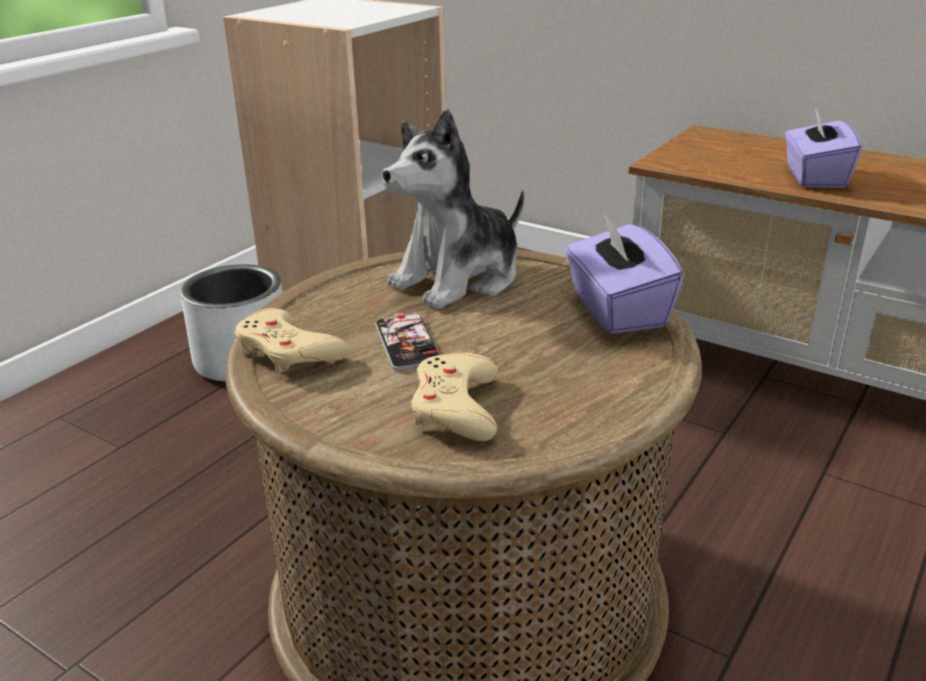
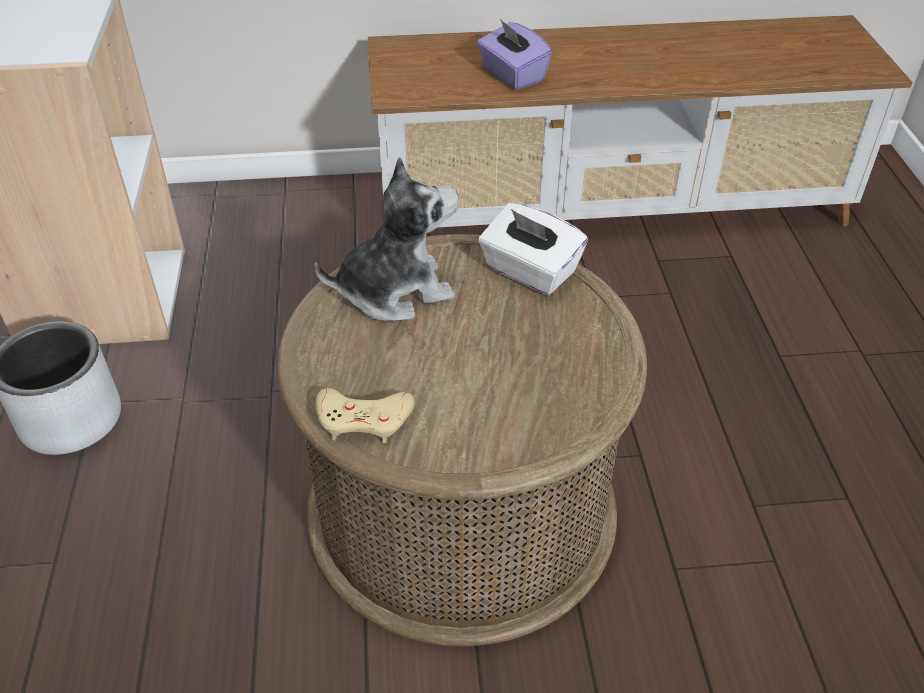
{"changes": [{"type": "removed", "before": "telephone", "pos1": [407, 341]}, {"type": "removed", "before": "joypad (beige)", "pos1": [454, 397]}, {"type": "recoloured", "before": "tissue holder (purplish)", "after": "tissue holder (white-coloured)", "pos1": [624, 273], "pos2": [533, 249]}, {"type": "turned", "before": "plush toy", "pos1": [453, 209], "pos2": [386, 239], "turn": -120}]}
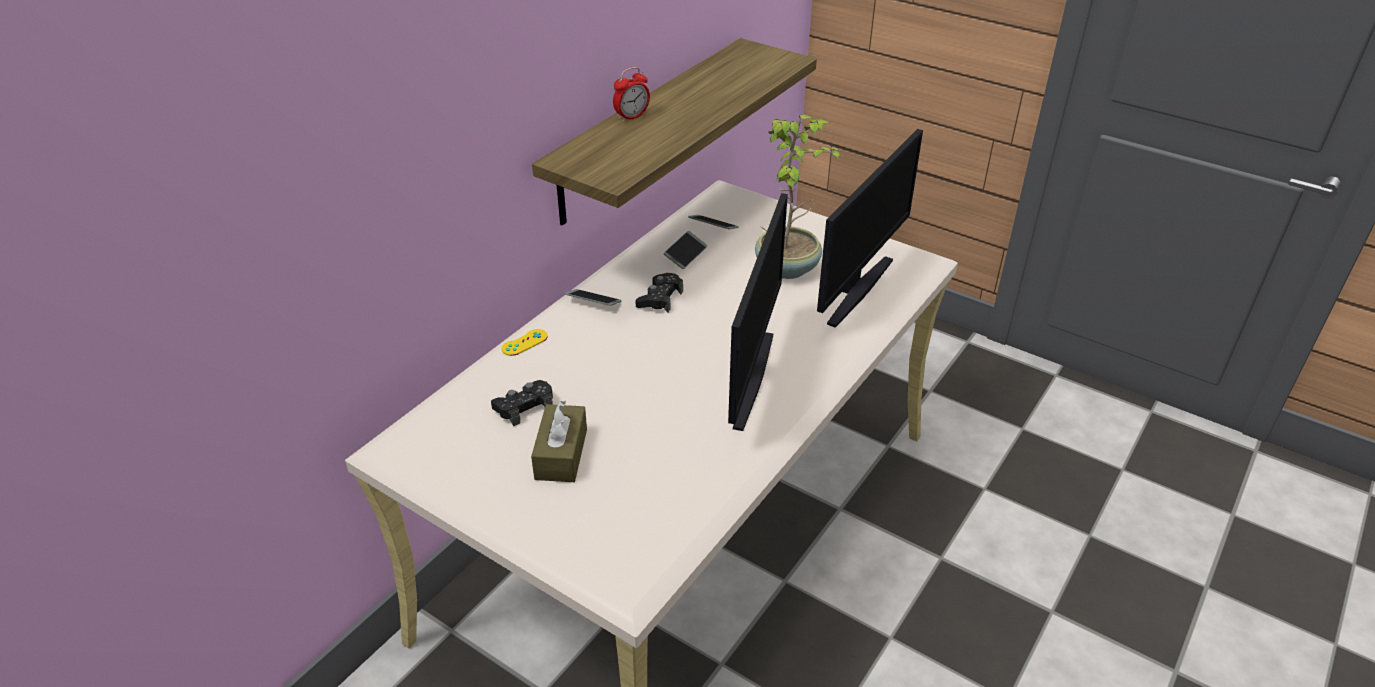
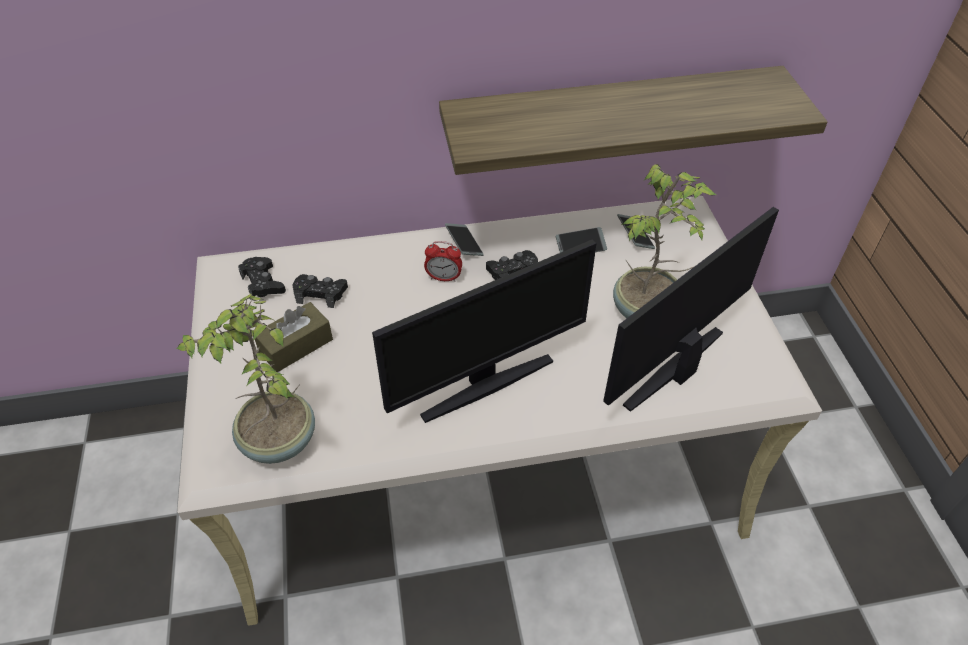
{"changes": [{"type": "removed", "before": "joypad (yellow-coloured)", "pos1": [525, 342]}, {"type": "added", "after": "plant in a pot", "pos2": [245, 379]}, {"type": "added", "after": "joypad (blackish)", "pos2": [262, 277]}, {"type": "moved", "before": "table clock", "pos1": [631, 94], "pos2": [443, 261]}, {"type": "turned", "before": "monitor", "pos1": [870, 228], "pos2": [691, 309], "turn": 150}]}
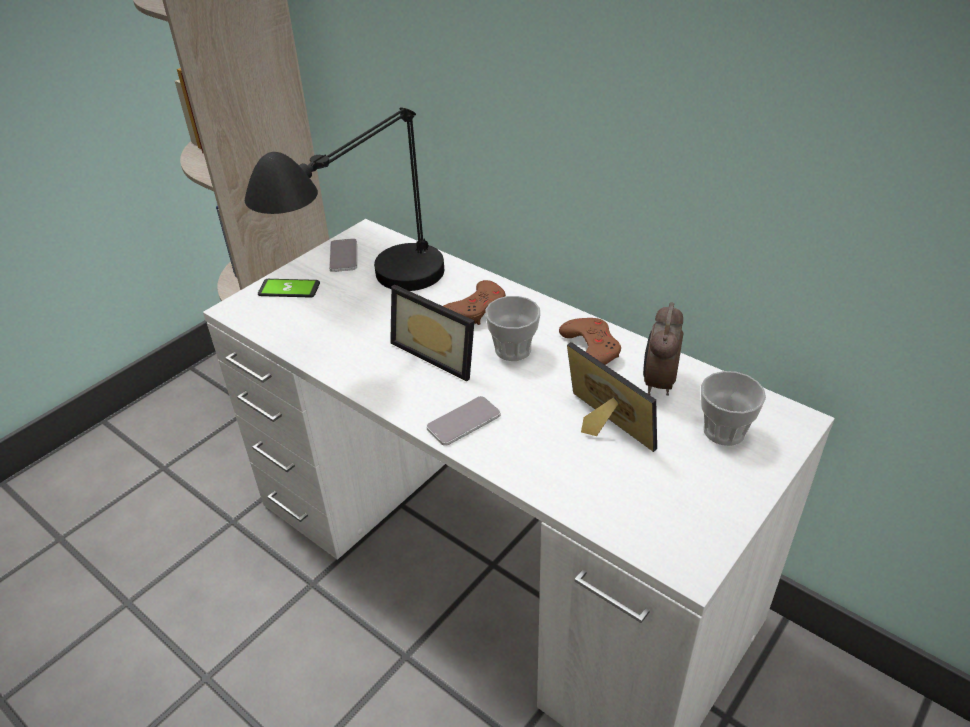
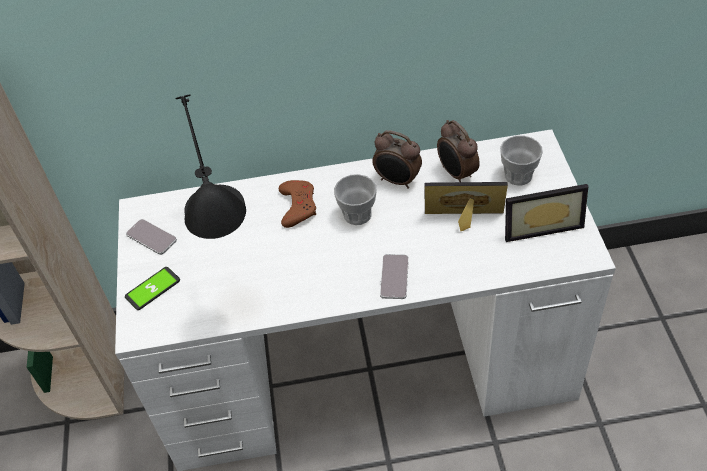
{"changes": [{"type": "moved", "before": "standing frame", "pos1": [432, 333], "pos2": [546, 213]}, {"type": "replaced", "before": "joypad (brownish)", "after": "table clock", "pos1": [590, 341], "pos2": [397, 159]}]}
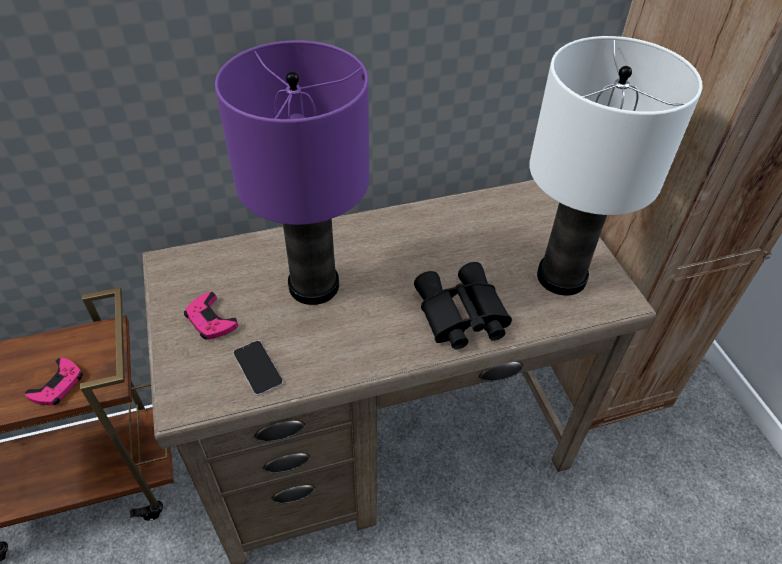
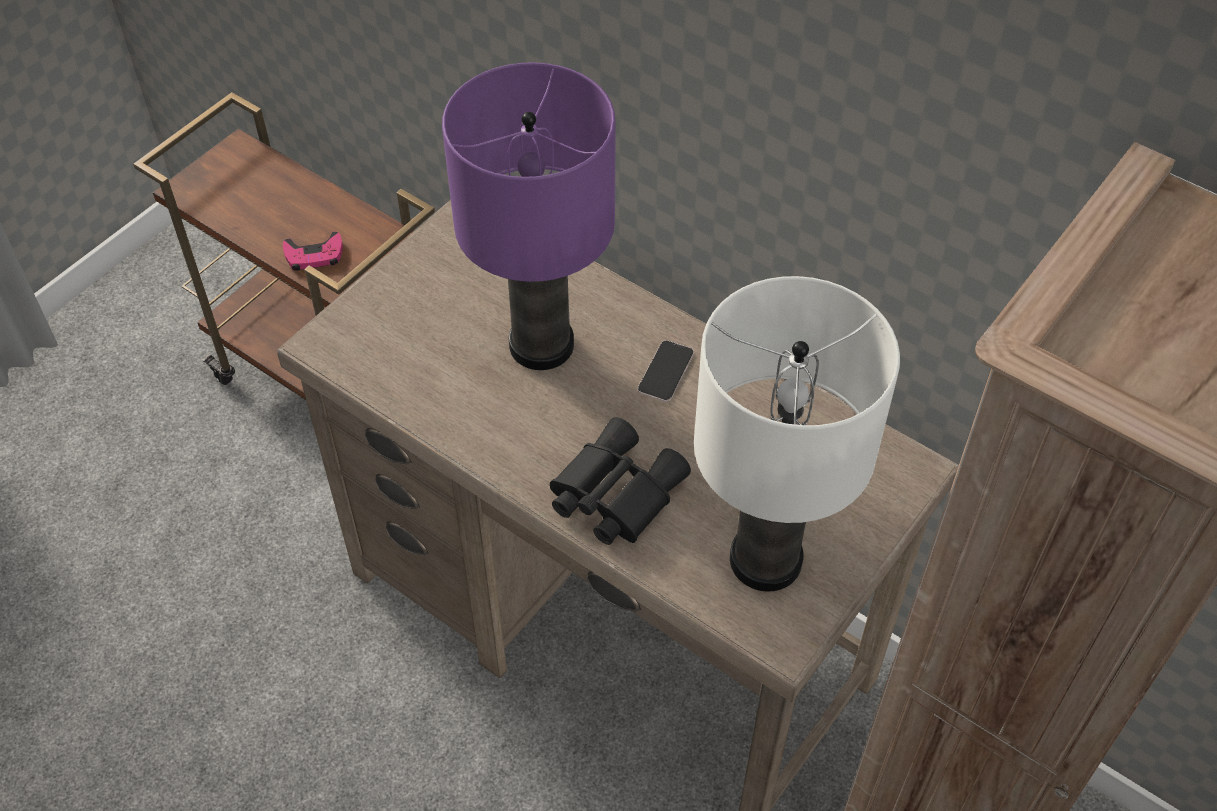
{"changes": [{"type": "removed", "before": "joypad (pink)", "pos1": [211, 316]}, {"type": "moved", "before": "telephone", "pos1": [258, 368], "pos2": [666, 371]}]}
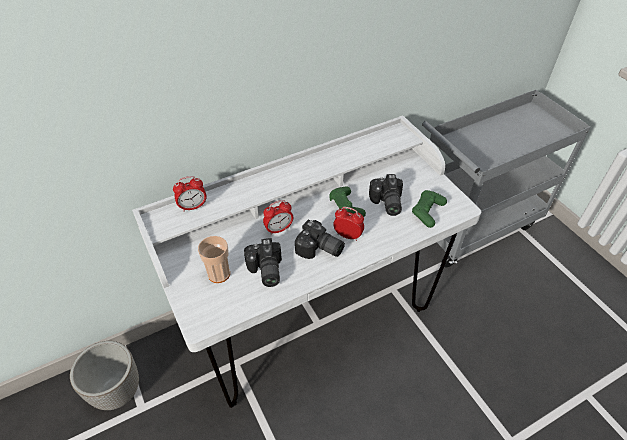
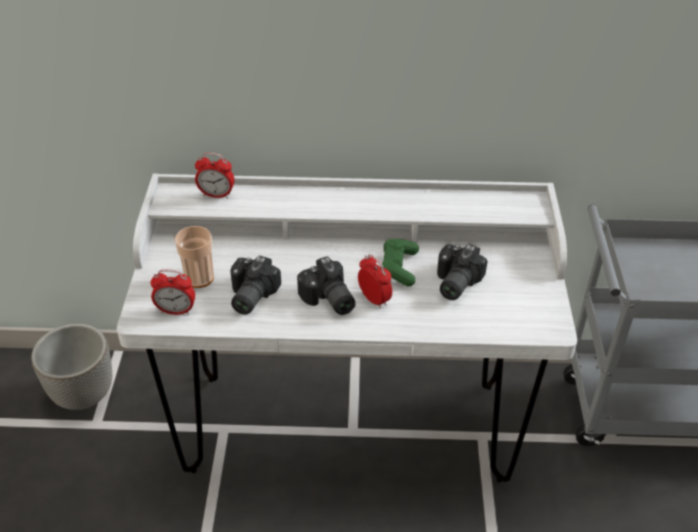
{"changes": [{"type": "removed", "before": "joypad (green)", "pos1": [429, 209]}, {"type": "moved", "before": "table clock", "pos1": [278, 217], "pos2": [172, 292]}]}
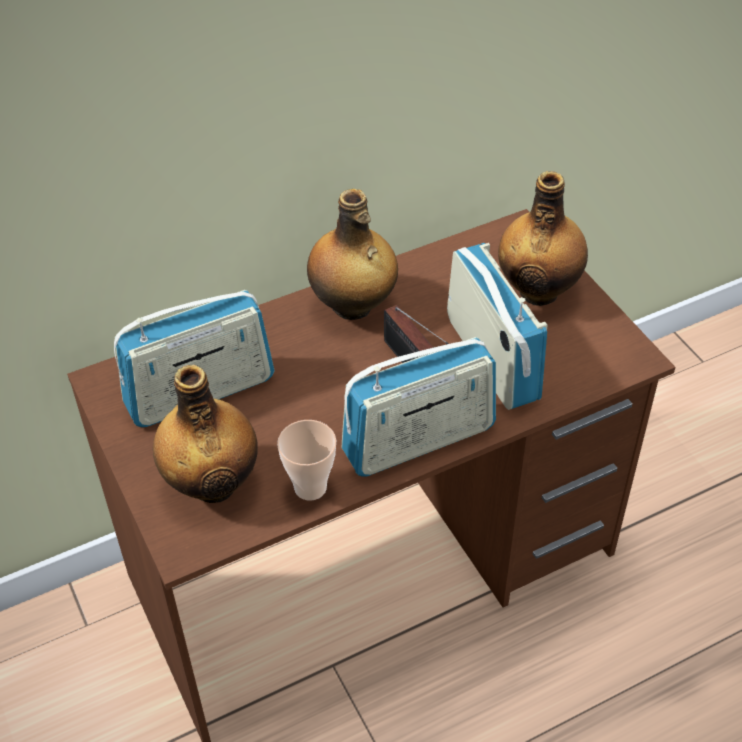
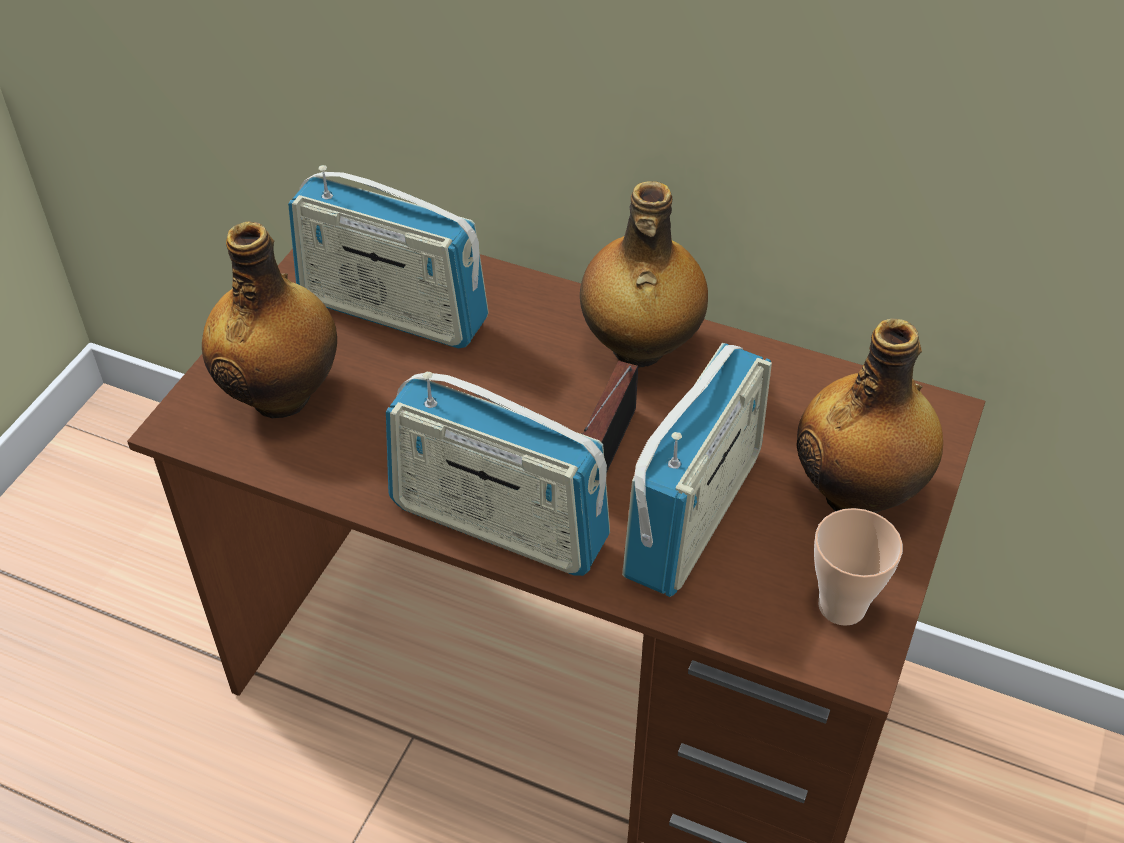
{"changes": [{"type": "moved", "before": "small cup", "pos1": [306, 460], "pos2": [858, 567]}]}
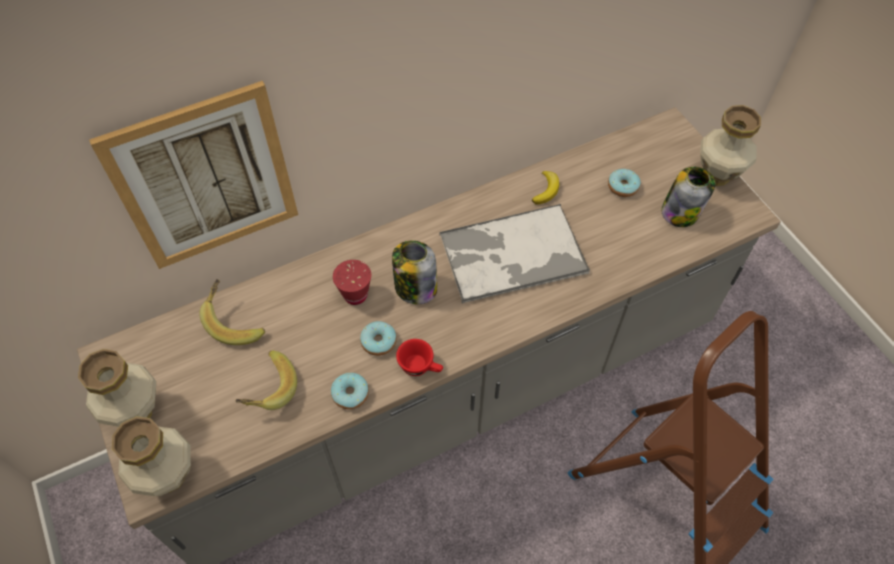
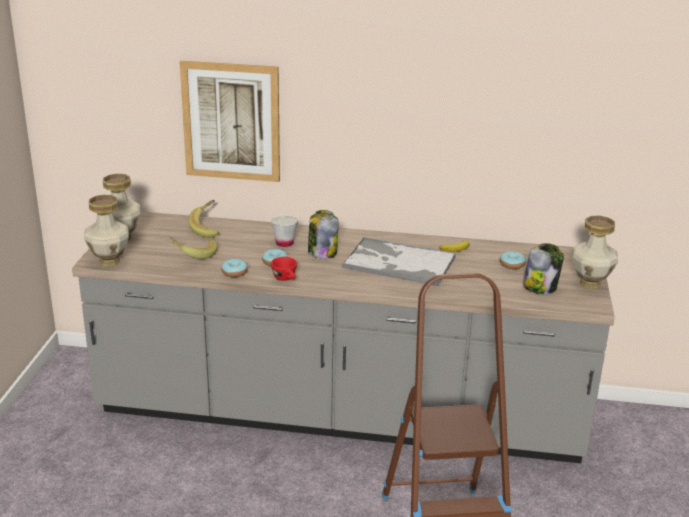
{"changes": [{"type": "recoloured", "before": "small cup (reddish)", "after": "small cup (white-coloured)", "pos1": [352, 282], "pos2": [284, 231]}]}
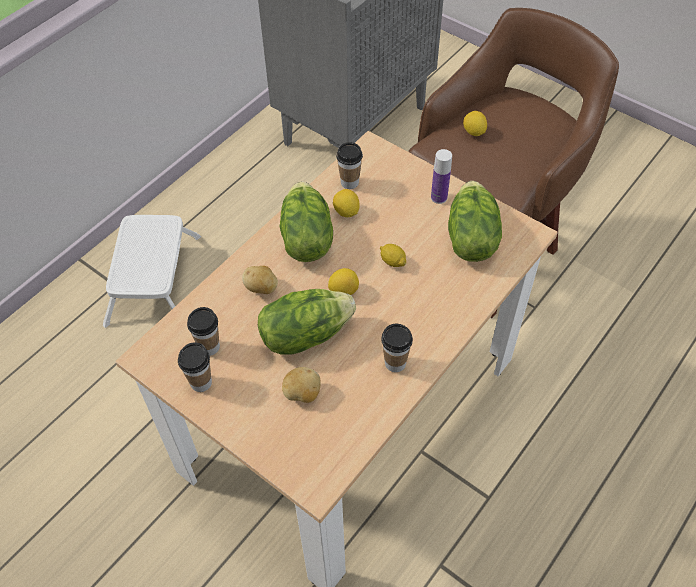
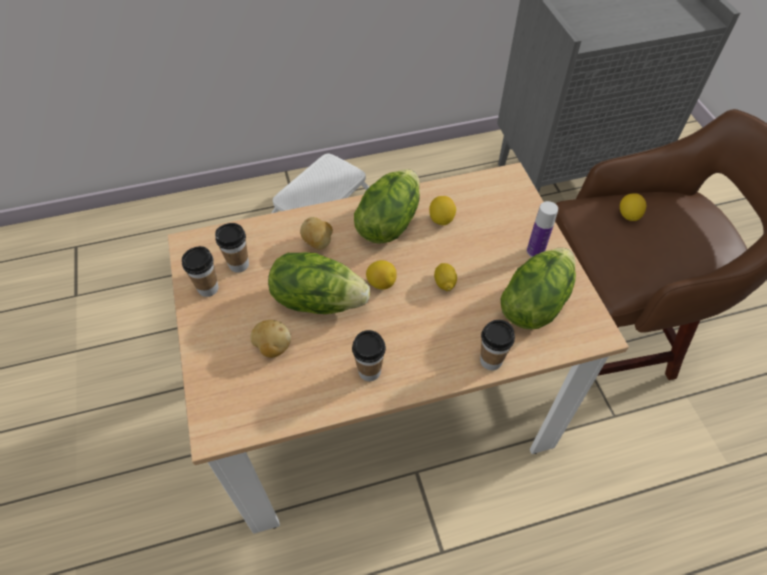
{"changes": [{"type": "moved", "before": "small cup", "pos1": [349, 165], "pos2": [497, 345]}]}
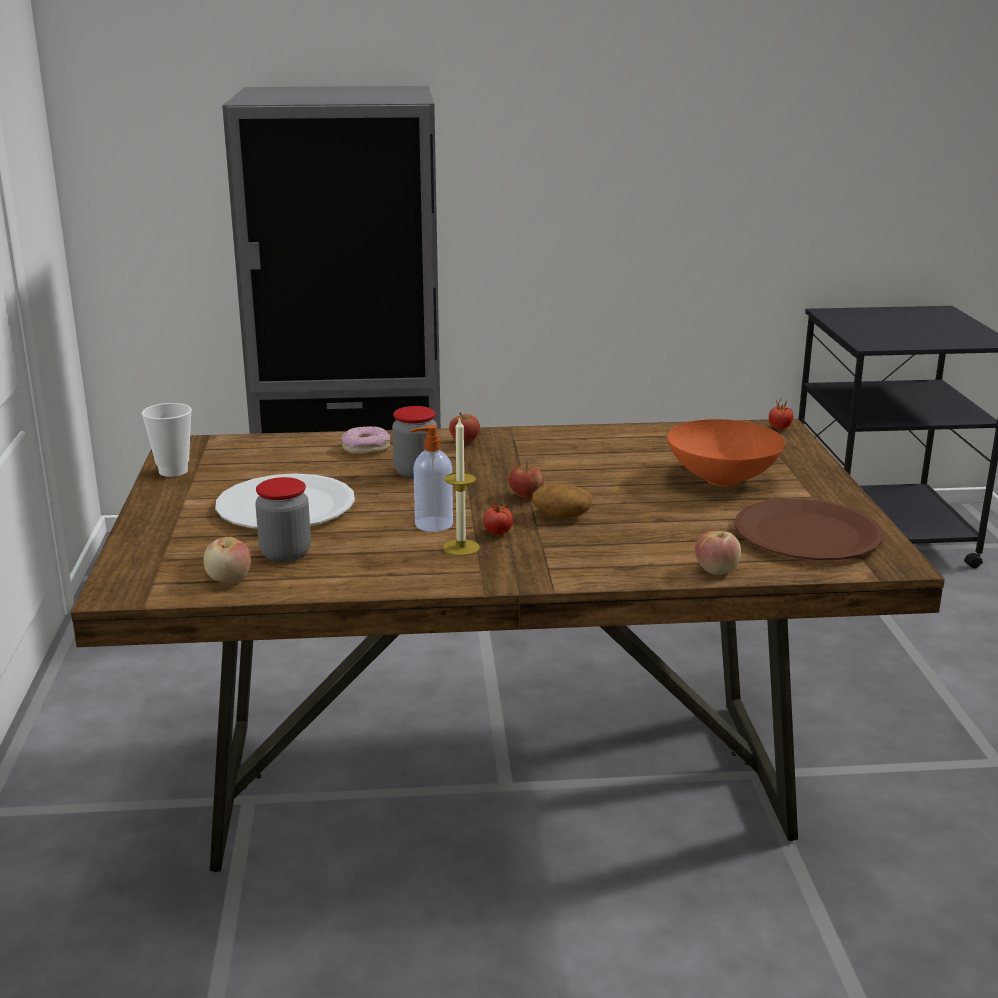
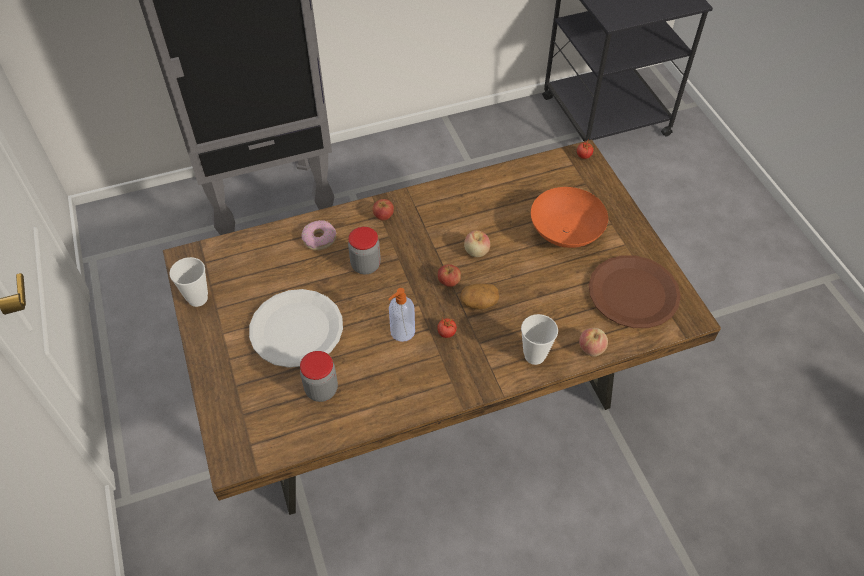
{"changes": [{"type": "removed", "before": "candle", "pos1": [461, 486]}, {"type": "added", "after": "small cup", "pos2": [539, 339]}, {"type": "moved", "before": "whole apple", "pos1": [227, 560], "pos2": [477, 243]}]}
